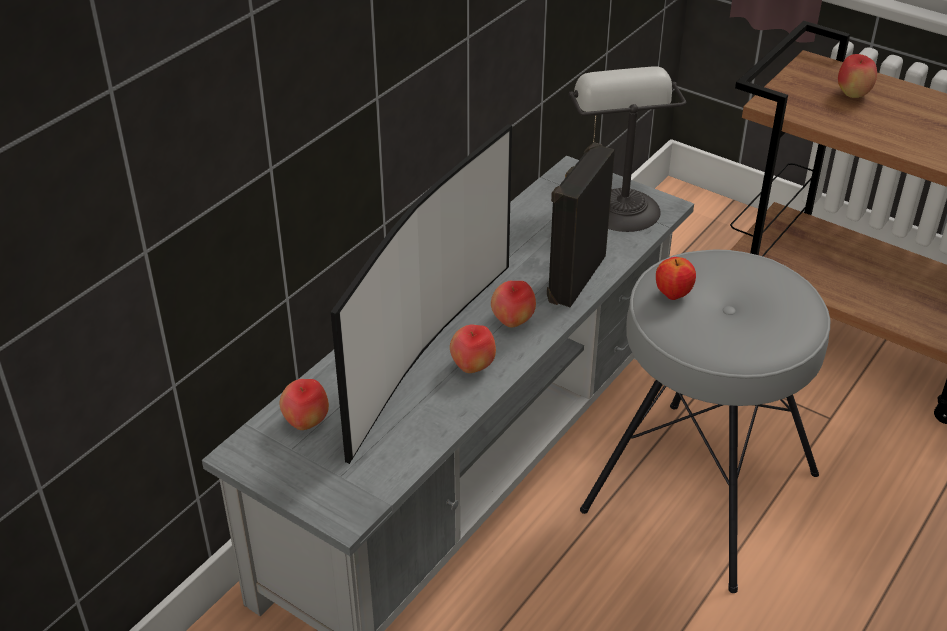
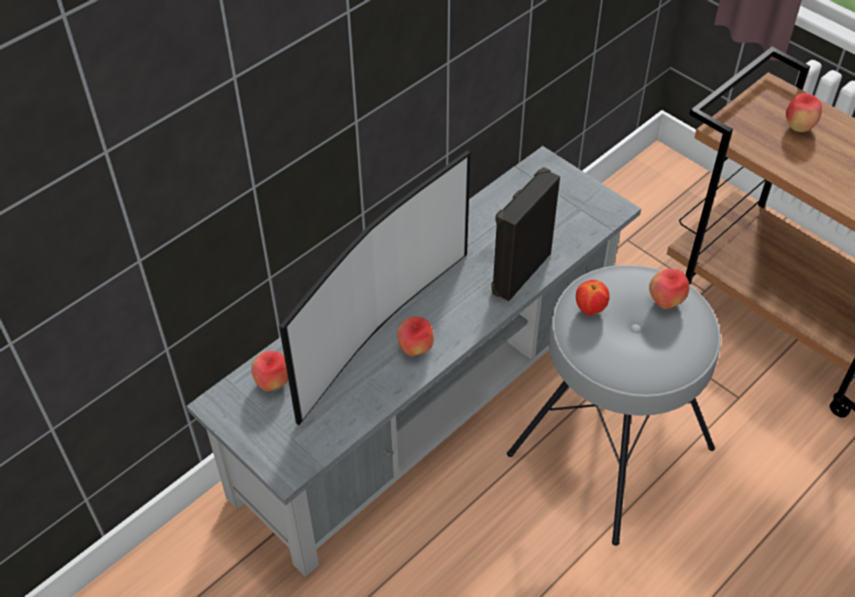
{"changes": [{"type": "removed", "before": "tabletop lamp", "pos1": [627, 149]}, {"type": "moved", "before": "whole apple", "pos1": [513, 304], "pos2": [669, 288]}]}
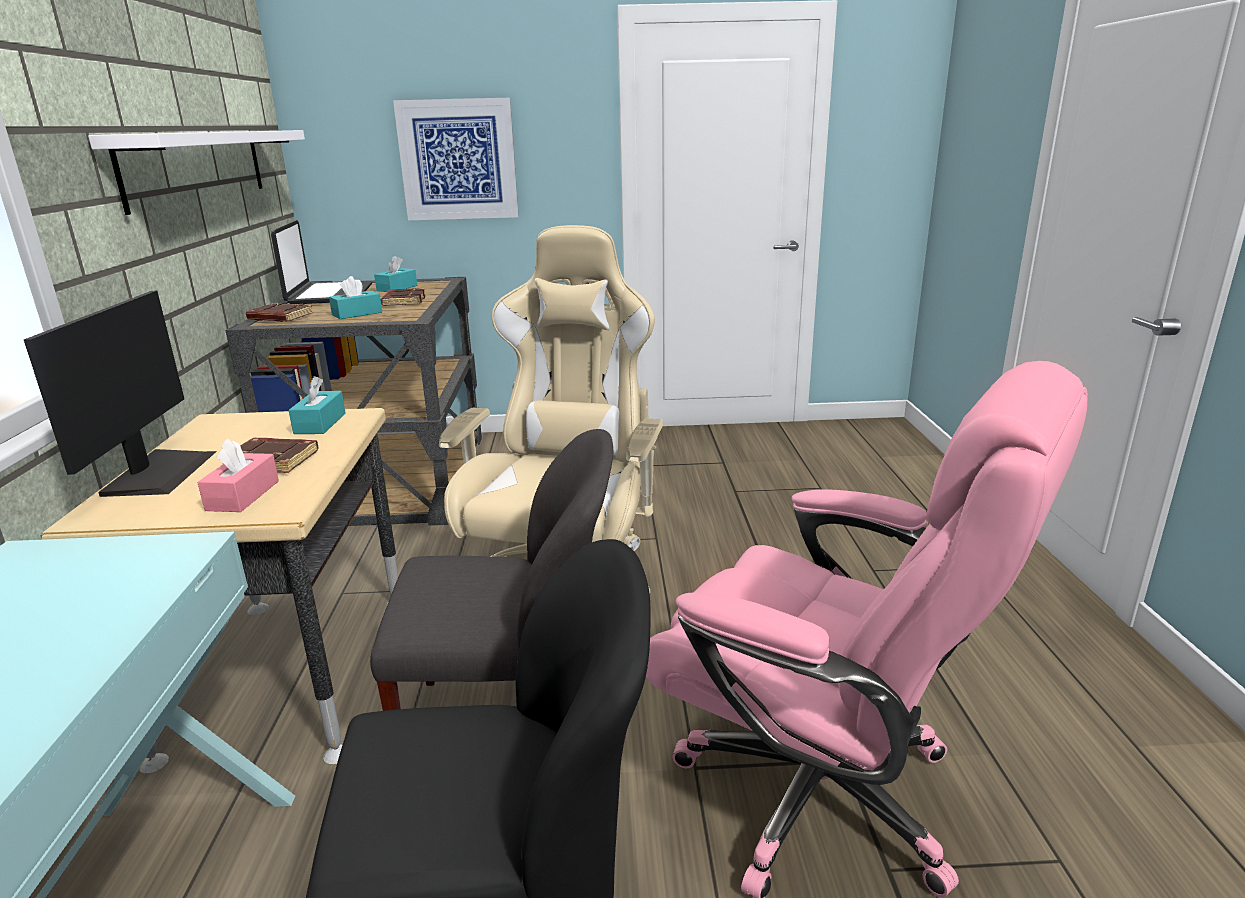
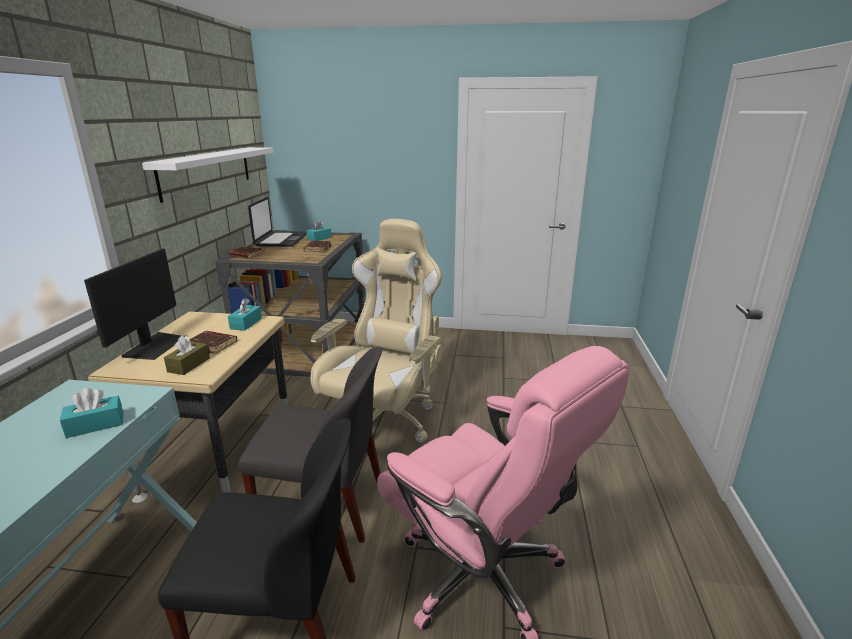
{"changes": [{"type": "removed", "before": "wall picture", "pos1": [456, 159]}, {"type": "moved", "before": "tissue holder (turquoise-coloured)", "pos1": [355, 297], "pos2": [91, 413]}, {"type": "recoloured", "before": "tissue holder (pink)", "after": "tissue holder (brownish)", "pos1": [238, 475], "pos2": [187, 355]}]}
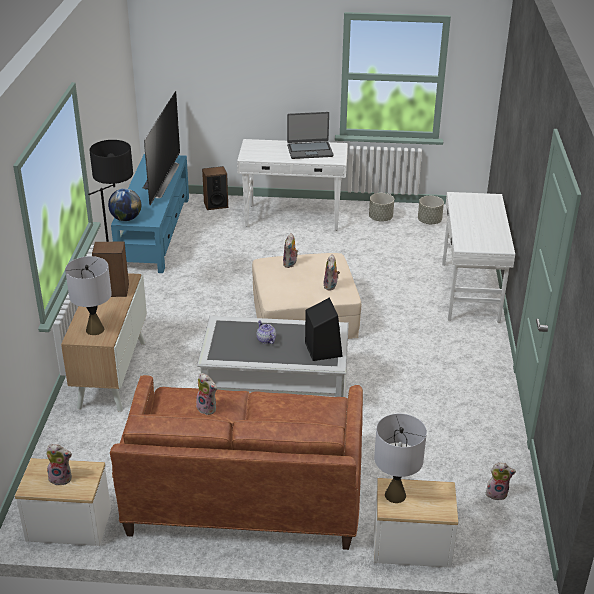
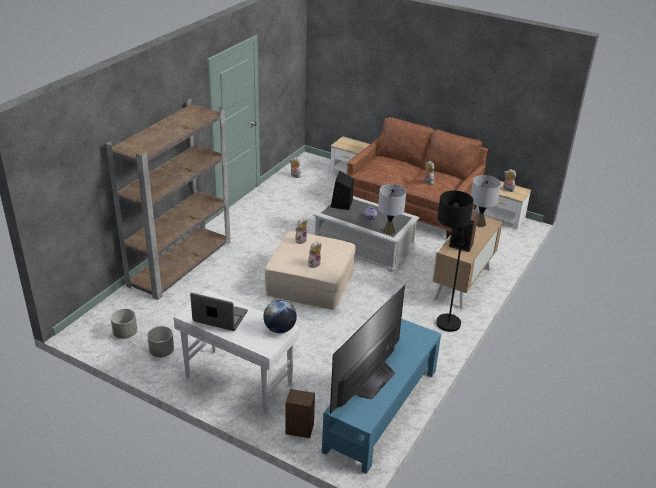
{"changes": [{"type": "moved", "before": "desk globe", "pos1": [124, 204], "pos2": [280, 316]}, {"type": "moved", "before": "tabletop lamp (grey)", "pos1": [400, 458], "pos2": [392, 209]}, {"type": "replaced", "before": "hall table (white-coloured)", "after": "bookshelf (brownish)", "pos1": [478, 257], "pos2": [168, 199]}]}
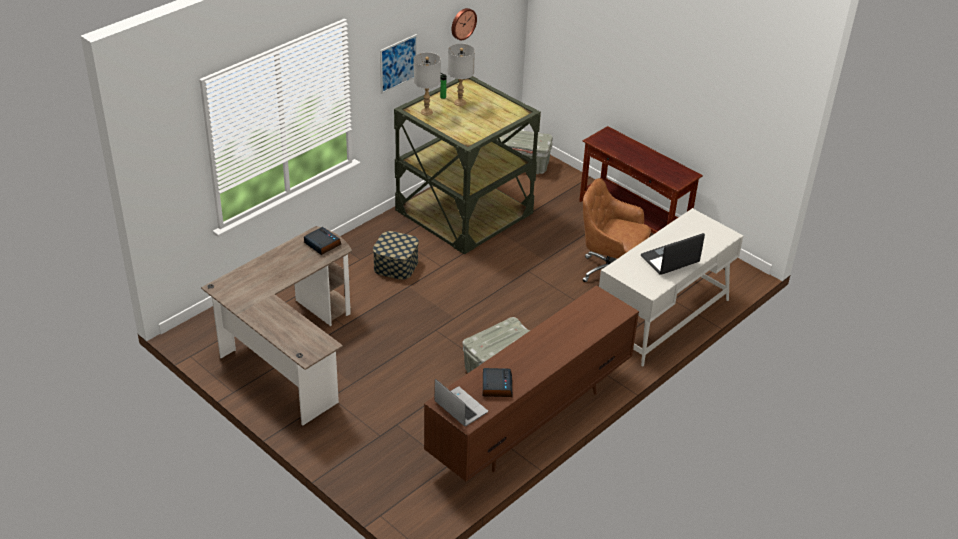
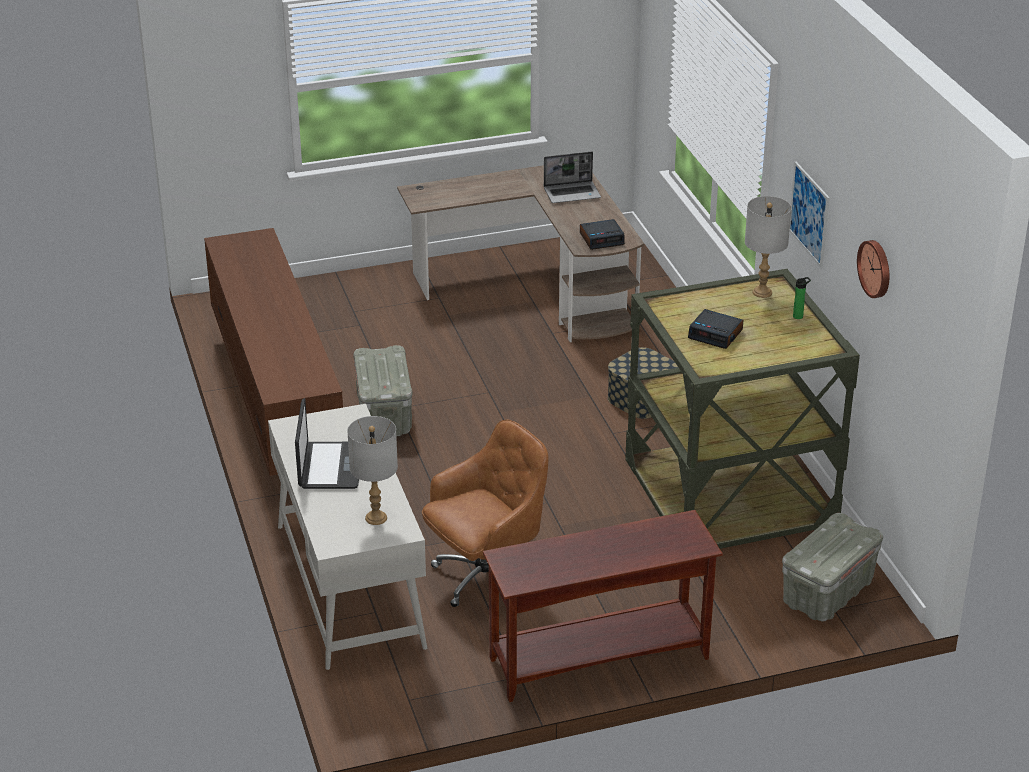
{"changes": [{"type": "moved", "before": "portable computer", "pos1": [461, 402], "pos2": [572, 177]}, {"type": "moved", "before": "tabletop lamp (grey)", "pos1": [461, 74], "pos2": [372, 470]}, {"type": "moved", "before": "table clock", "pos1": [497, 382], "pos2": [715, 329]}]}
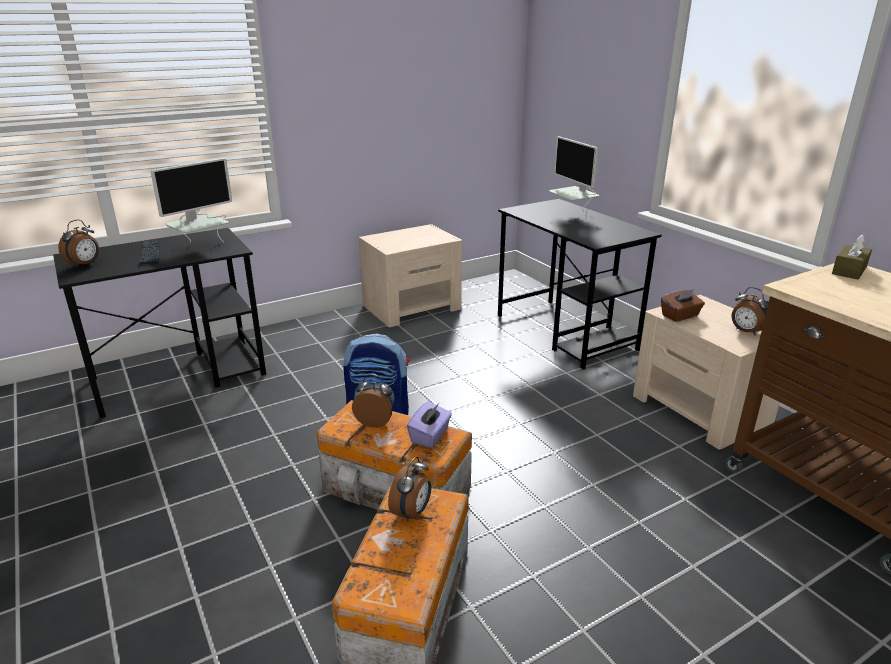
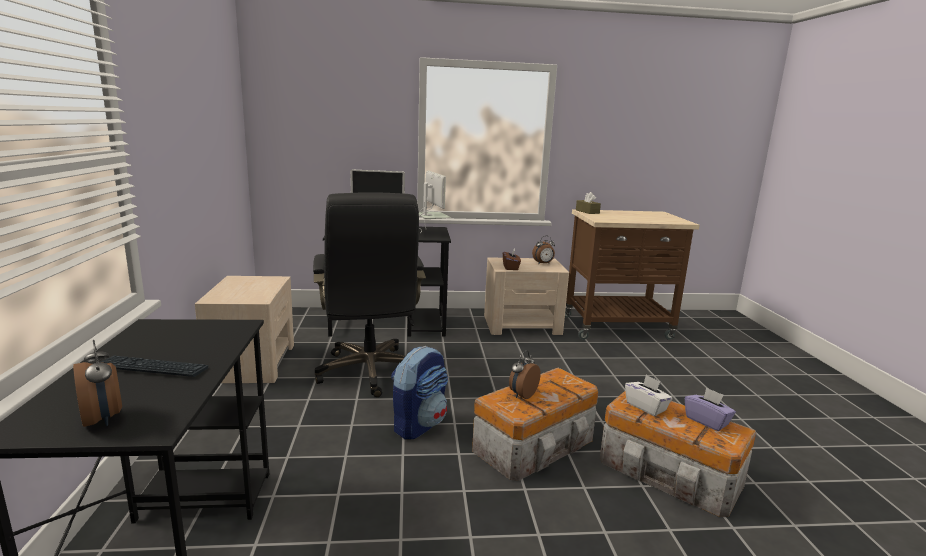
{"changes": [{"type": "added", "after": "desk chair (blackish)", "pos2": [369, 294]}, {"type": "moved", "before": "monitor", "pos1": [191, 201], "pos2": [435, 202]}, {"type": "moved", "before": "tissue holder (purplish)", "pos1": [429, 425], "pos2": [710, 409]}, {"type": "replaced", "before": "table clock", "after": "tissue holder (white-coloured)", "pos1": [409, 489], "pos2": [649, 395]}]}
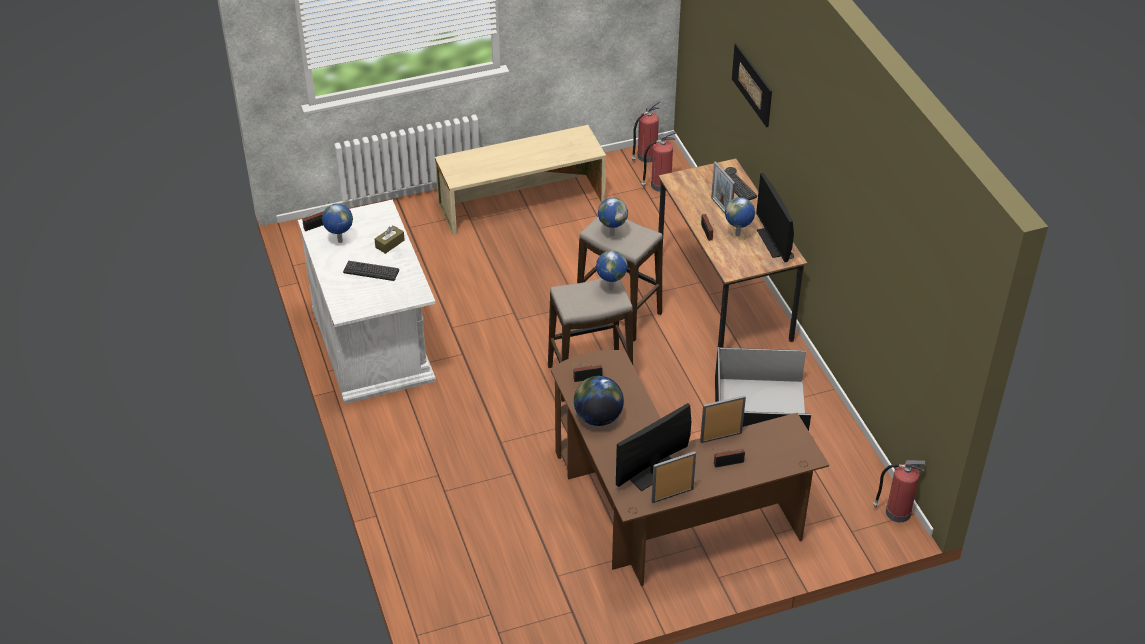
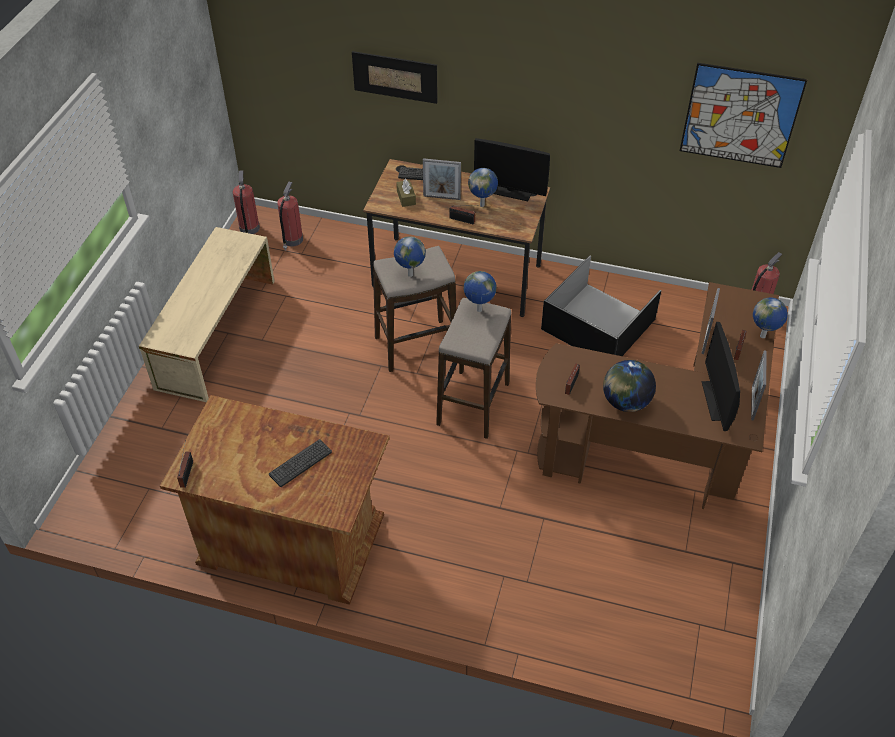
{"changes": [{"type": "added", "after": "wall picture", "pos2": [743, 115]}, {"type": "moved", "before": "desk globe", "pos1": [337, 223], "pos2": [770, 318]}, {"type": "moved", "before": "tissue holder (brownish)", "pos1": [389, 239], "pos2": [406, 193]}, {"type": "recoloured", "before": "cabinet (white-coloured)", "after": "cabinet (brownish)", "pos1": [367, 301], "pos2": [274, 500]}]}
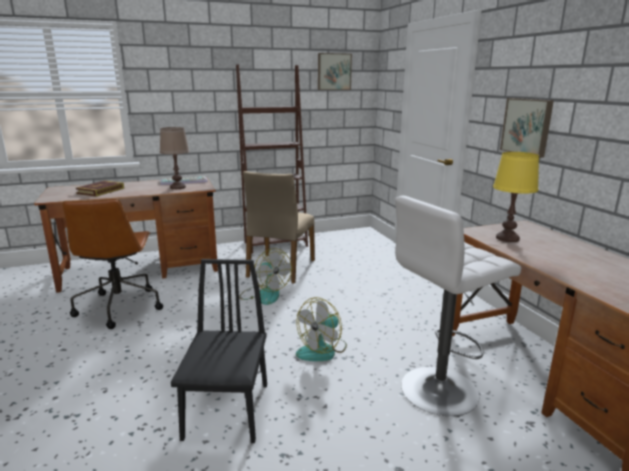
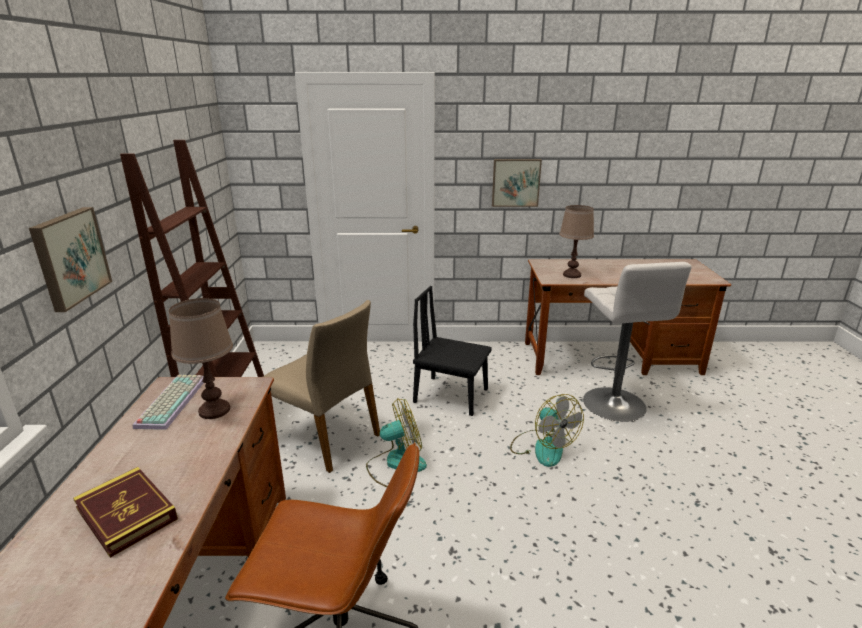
{"changes": [{"type": "moved", "before": "plain chair (blackish)", "pos1": [219, 351], "pos2": [452, 351]}, {"type": "moved", "before": "wall picture", "pos1": [335, 71], "pos2": [70, 259]}, {"type": "recoloured", "before": "tabletop lamp (yellow-coloured)", "after": "tabletop lamp (brownish)", "pos1": [516, 197], "pos2": [576, 241]}]}
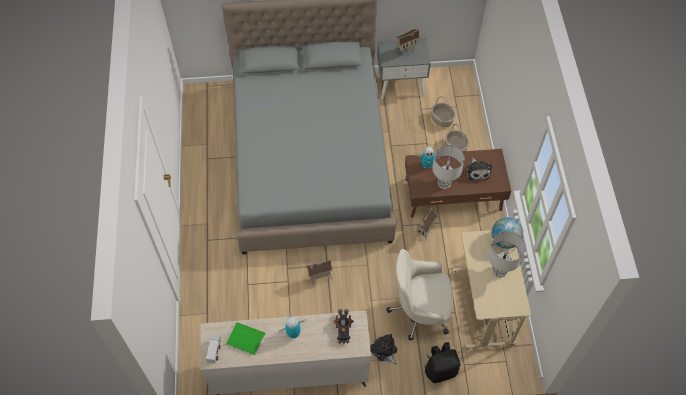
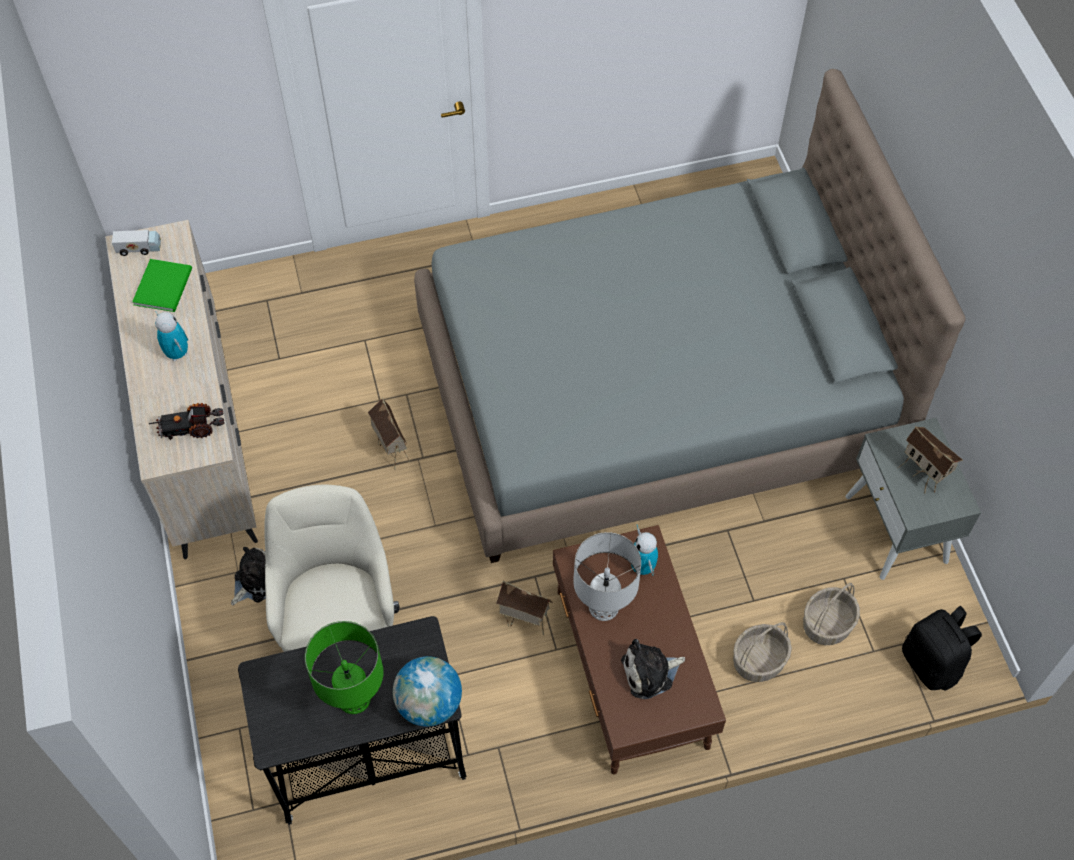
{"changes": [{"type": "moved", "before": "backpack (blackish)", "pos1": [442, 362], "pos2": [942, 648]}, {"type": "recoloured", "before": "desk table (beige)", "after": "desk table (blackish)", "pos1": [492, 290], "pos2": [352, 720]}, {"type": "recoloured", "before": "tabletop lamp (white-coloured)", "after": "tabletop lamp (green)", "pos1": [507, 254], "pos2": [344, 667]}]}
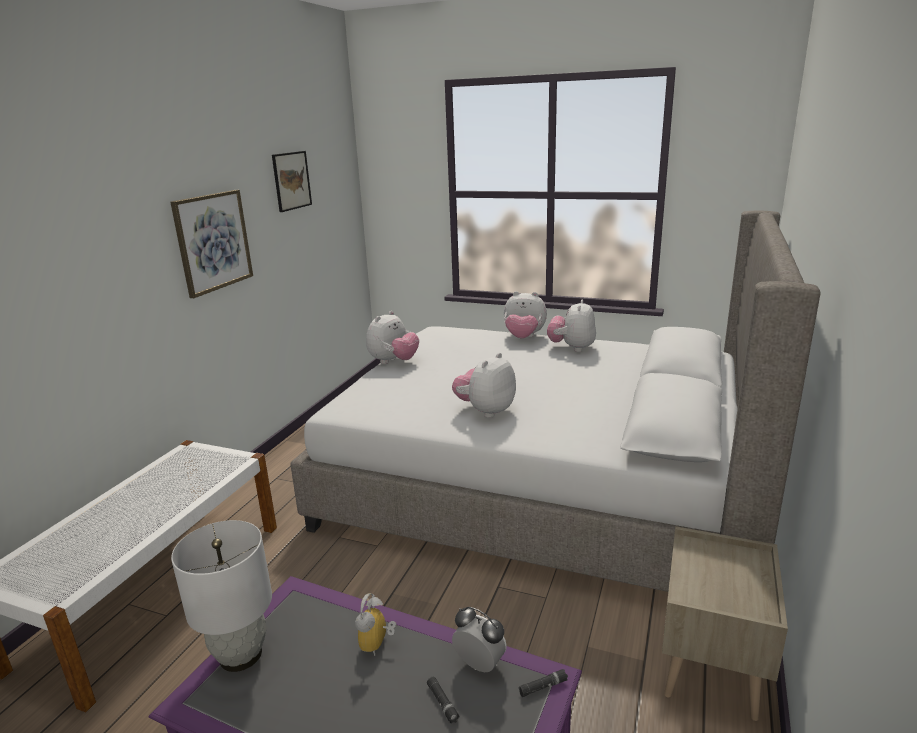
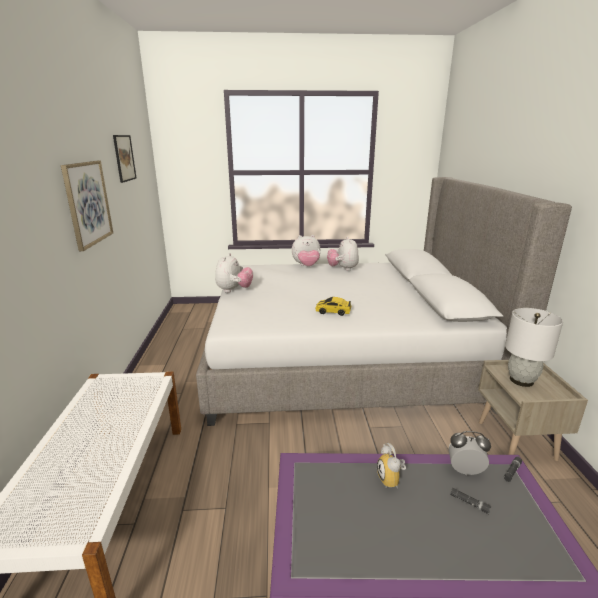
{"changes": [{"type": "moved", "before": "tabletop lamp (white-coloured)", "pos1": [221, 596], "pos2": [534, 347]}, {"type": "replaced", "before": "plush toy", "after": "miniature car", "pos1": [484, 385], "pos2": [334, 306]}]}
